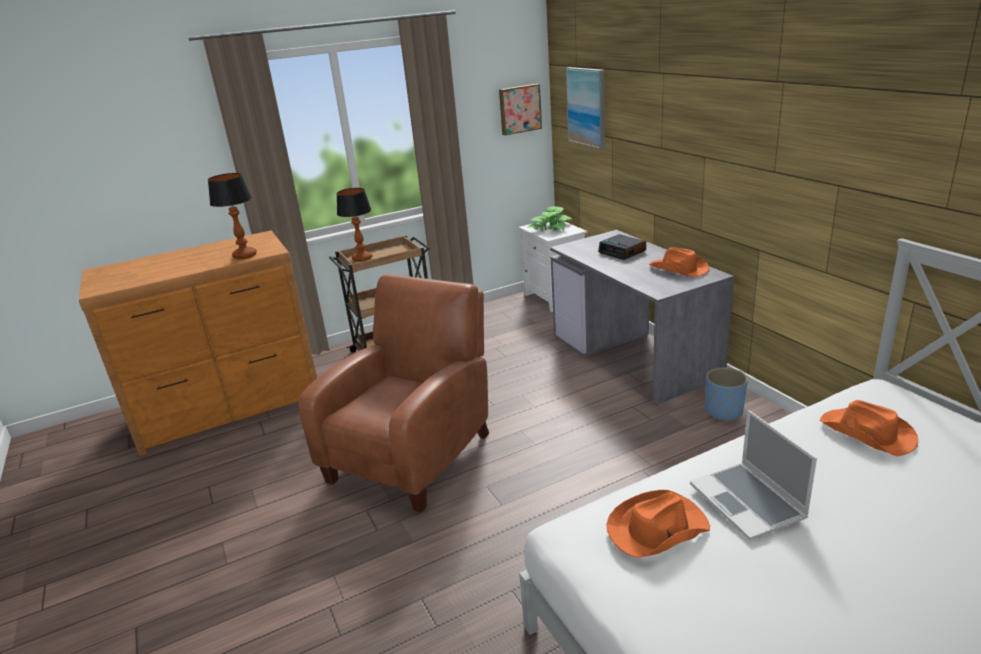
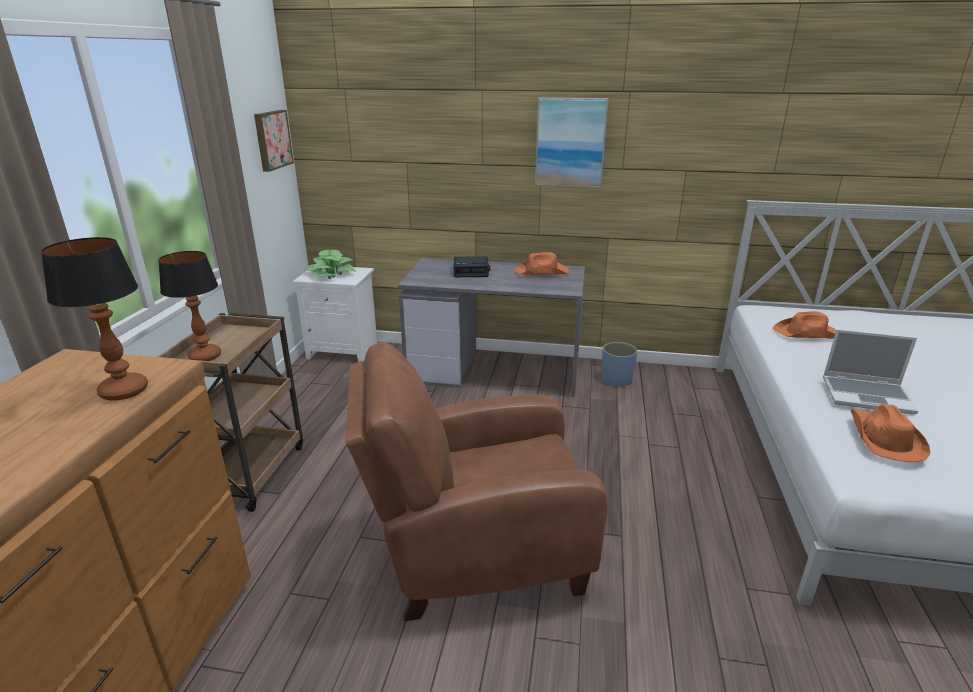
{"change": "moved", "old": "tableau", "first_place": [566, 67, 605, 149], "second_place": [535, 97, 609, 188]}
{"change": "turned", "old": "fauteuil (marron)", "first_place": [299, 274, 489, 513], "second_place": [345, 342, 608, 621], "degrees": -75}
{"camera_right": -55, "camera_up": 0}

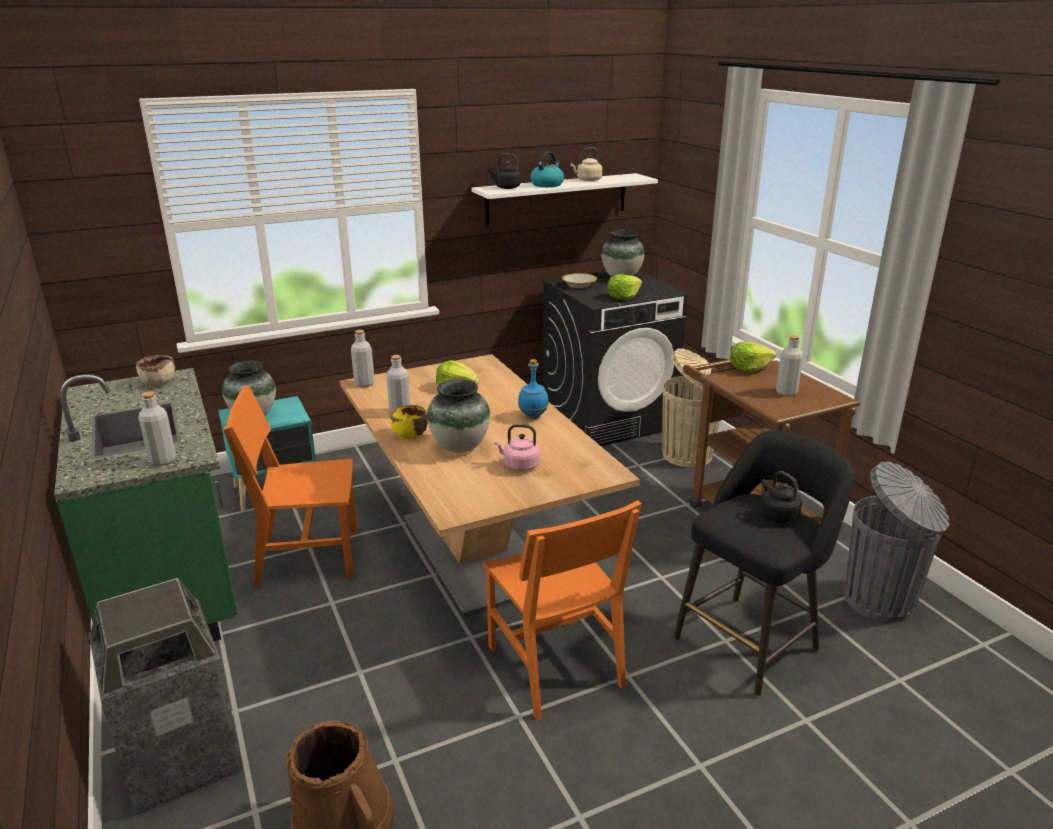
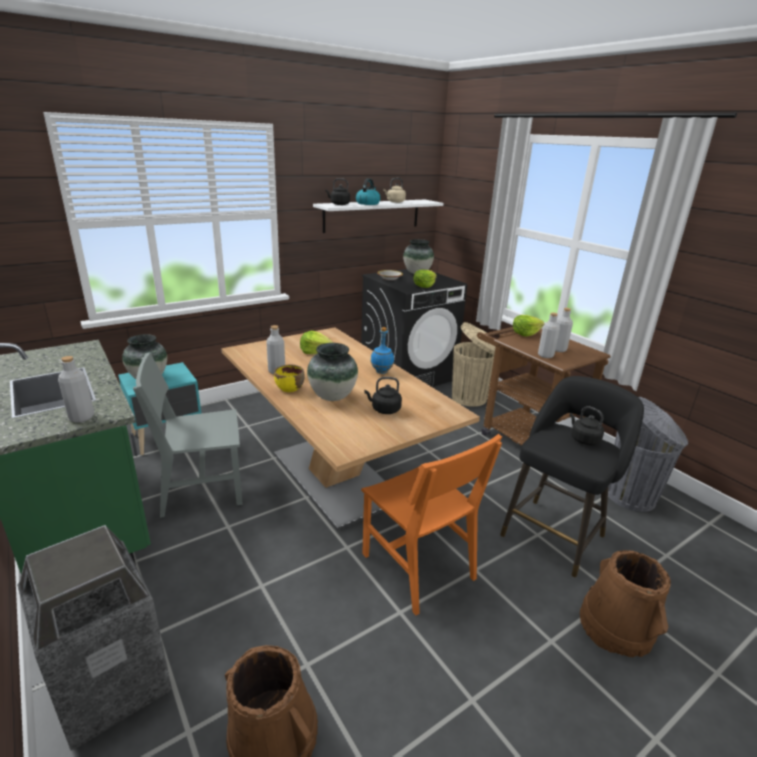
{"change": "removed", "old": "bol (beige)", "first_place": [136, 355, 175, 387]}
{"change": "added", "new": "seau (marron)", "second_place": [579, 550, 671, 658]}
{"change": "moved", "old": "bouteille (gris)", "first_place": [351, 330, 375, 387], "second_place": [538, 313, 560, 358]}
{"change": "recoloured", "old": "chaise (orange)", "new": "chaise (gris)", "first_place": [223, 386, 357, 587], "second_place": [133, 353, 243, 518]}
{"change": "recoloured", "old": "bouilloire (rose)", "new": "bouilloire (noir)", "first_place": [494, 424, 540, 471], "second_place": [364, 377, 402, 414]}
{"camera_right": -10, "camera_up": 0}

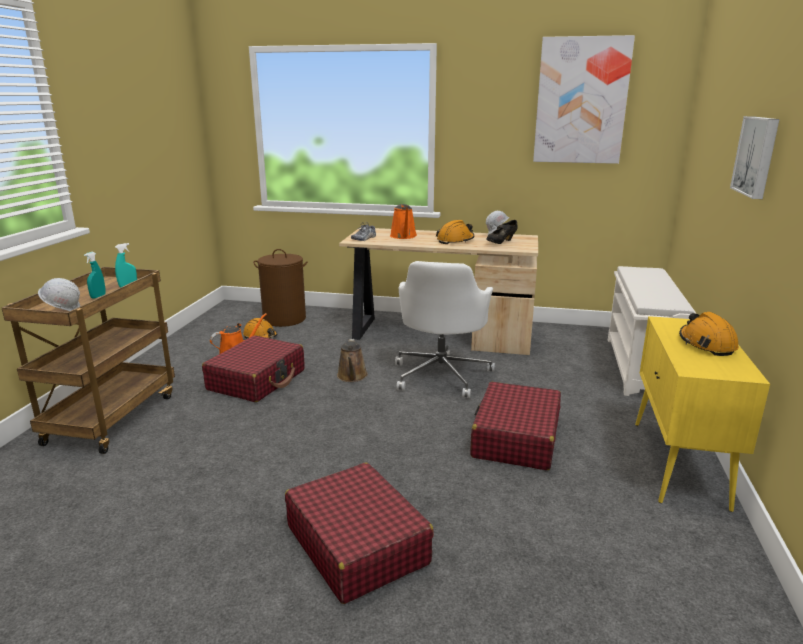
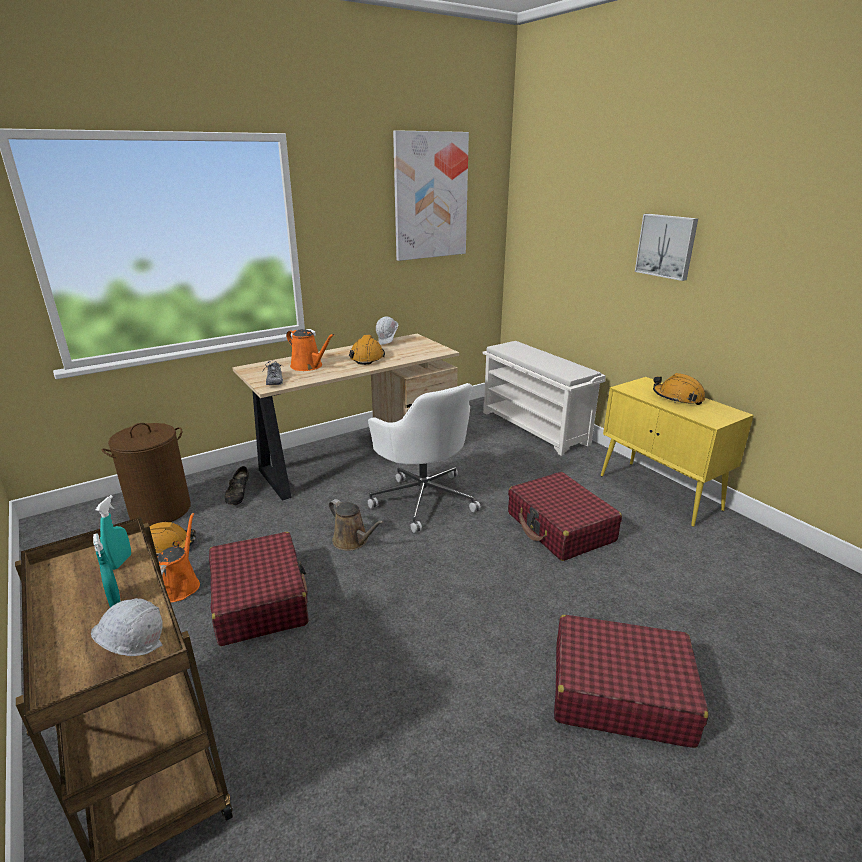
{"change": "moved", "old": "chaussure (noir)", "first_place": [486, 220, 518, 244], "second_place": [225, 466, 249, 505]}
{"camera_right": -45, "camera_up": 5}

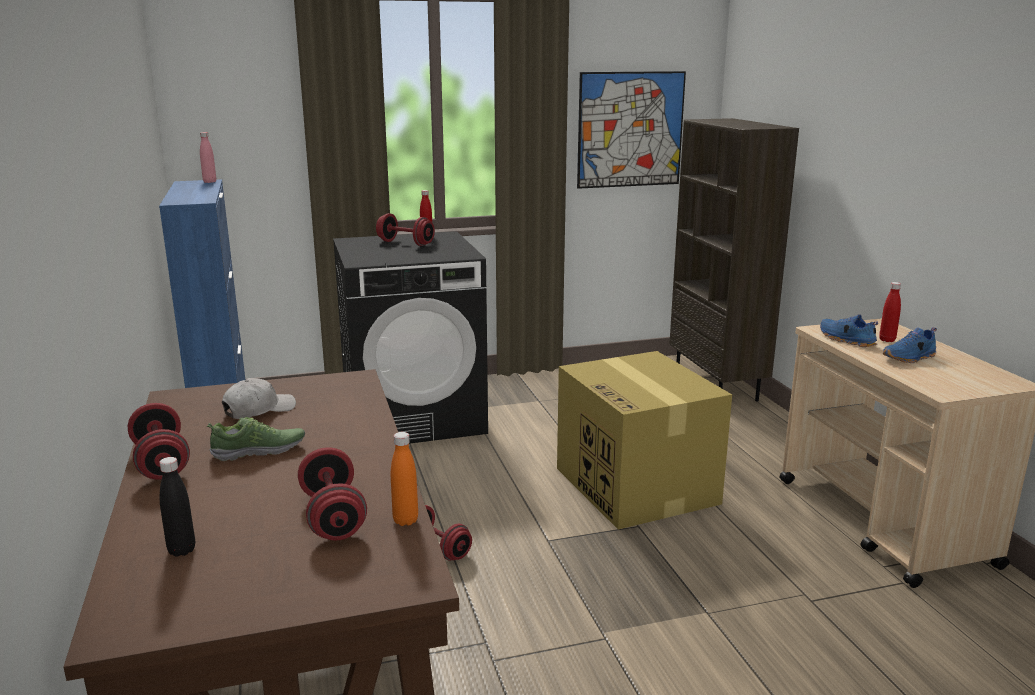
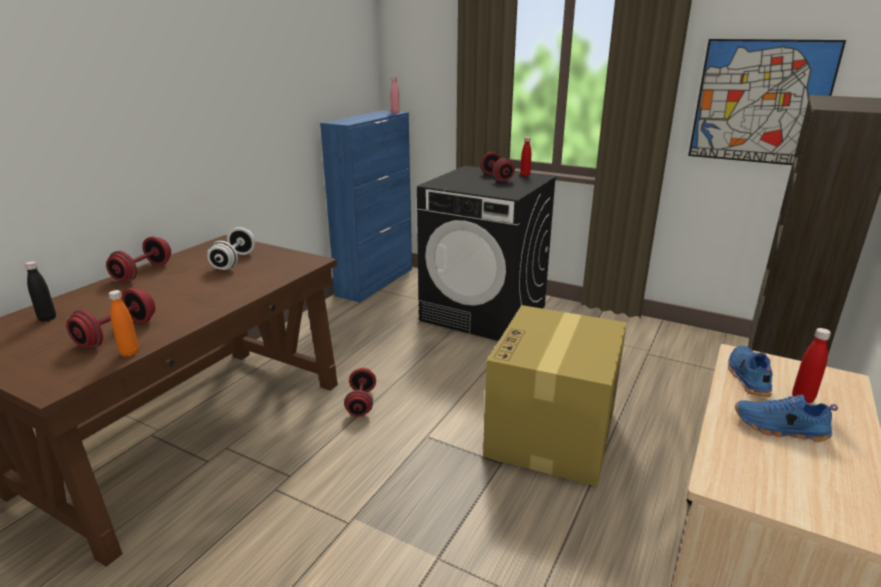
{"change": "removed", "old": "chaussure", "first_place": [207, 417, 305, 461]}
{"change": "replaced", "old": "casquette (blanc)", "new": "haltère (blanc)", "first_place": [222, 378, 296, 419], "second_place": [207, 227, 255, 270]}
{"camera_right": 45, "camera_up": 5}

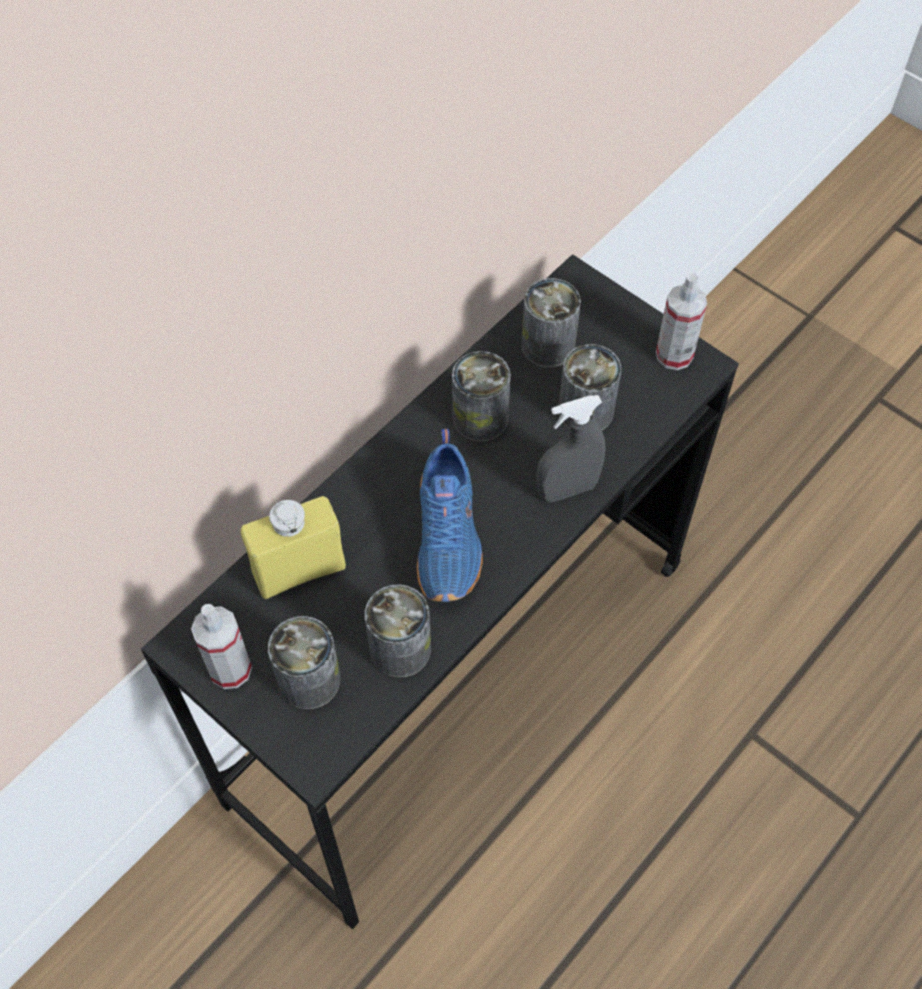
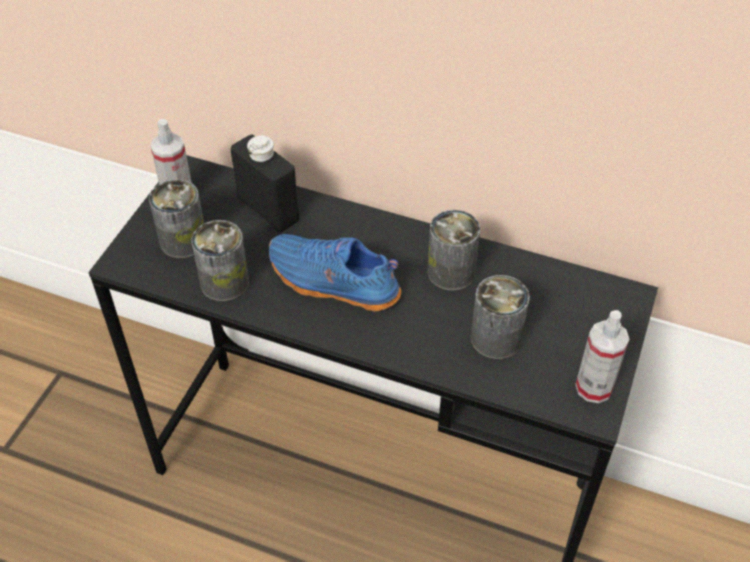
{"change": "removed", "old": "boîte métallique", "first_place": [521, 278, 581, 368]}
{"change": "removed", "old": "vaporisateur (gris)", "first_place": [536, 395, 606, 502]}
{"change": "recoloured", "old": "bouteille (jaune)", "new": "bouteille (noir)", "first_place": [241, 496, 346, 599], "second_place": [230, 134, 299, 232]}
{"change": "turned", "old": "chaussure (bleu)", "first_place": [417, 429, 483, 602], "second_place": [269, 234, 401, 311], "degrees": 45}
{"camera_right": 70, "camera_up": -10}

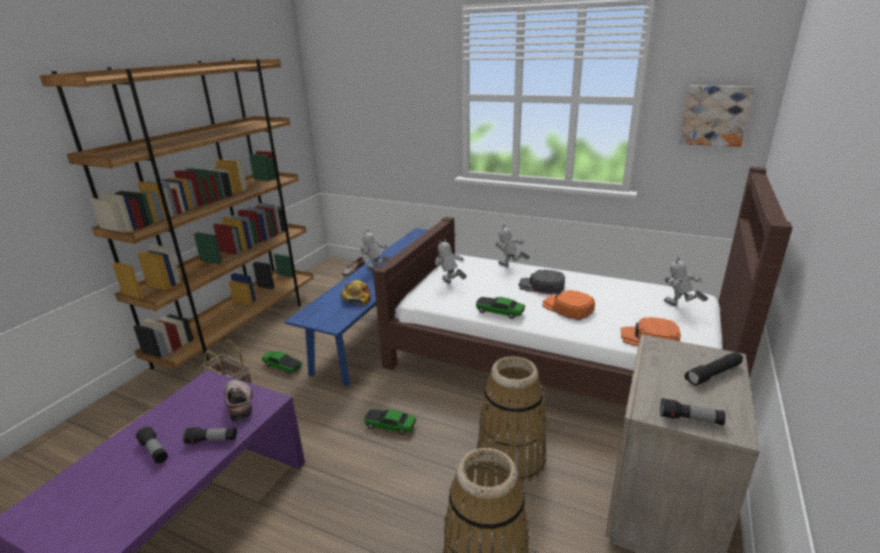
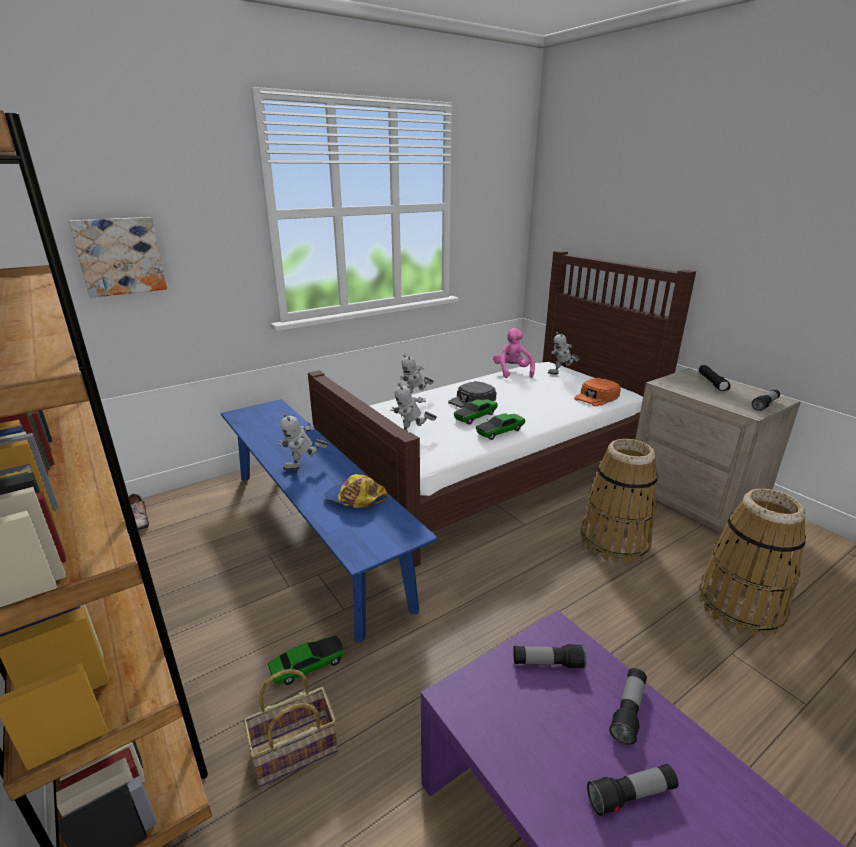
{"change": "removed", "old": "casquette (orange)", "first_place": [542, 290, 595, 321]}
{"change": "added", "new": "peluche (rose)", "second_place": [493, 328, 535, 378]}
{"change": "moved", "old": "petite voiture", "first_place": [364, 408, 416, 435], "second_place": [454, 399, 498, 425]}
{"change": "moved", "old": "tableau", "first_place": [679, 85, 754, 147], "second_place": [69, 217, 167, 298]}
{"change": "replaced", "old": "chaussure", "new": "lampe de poche", "first_place": [225, 380, 252, 422], "second_place": [513, 644, 586, 669]}
{"camera_right": -60, "camera_up": 0}

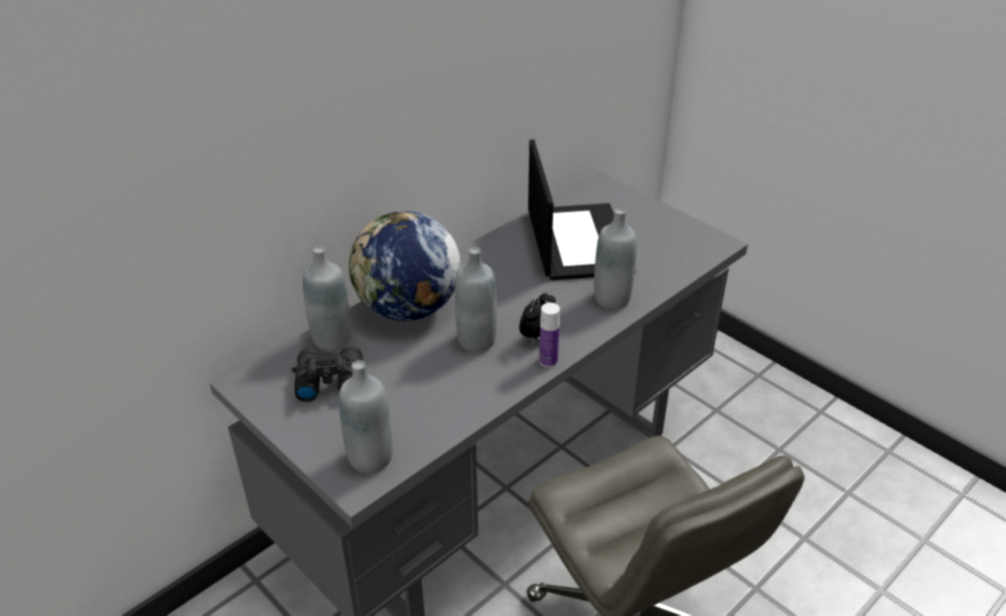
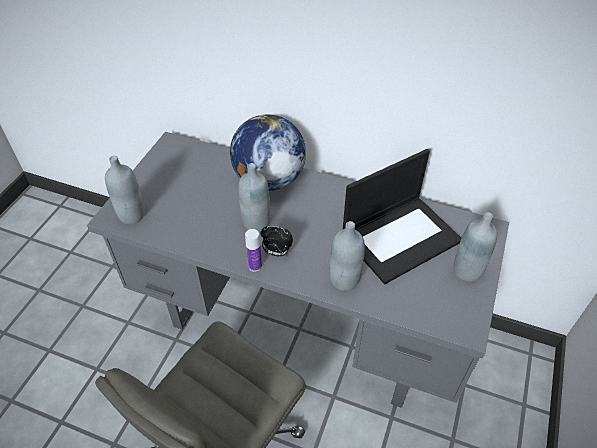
{"change": "removed", "old": "jumelles (noir)", "first_place": [292, 345, 366, 402]}
{"change": "moved", "old": "bouteille (gris)", "first_place": [303, 246, 351, 351], "second_place": [454, 212, 497, 281]}
{"camera_right": 65, "camera_up": 10}

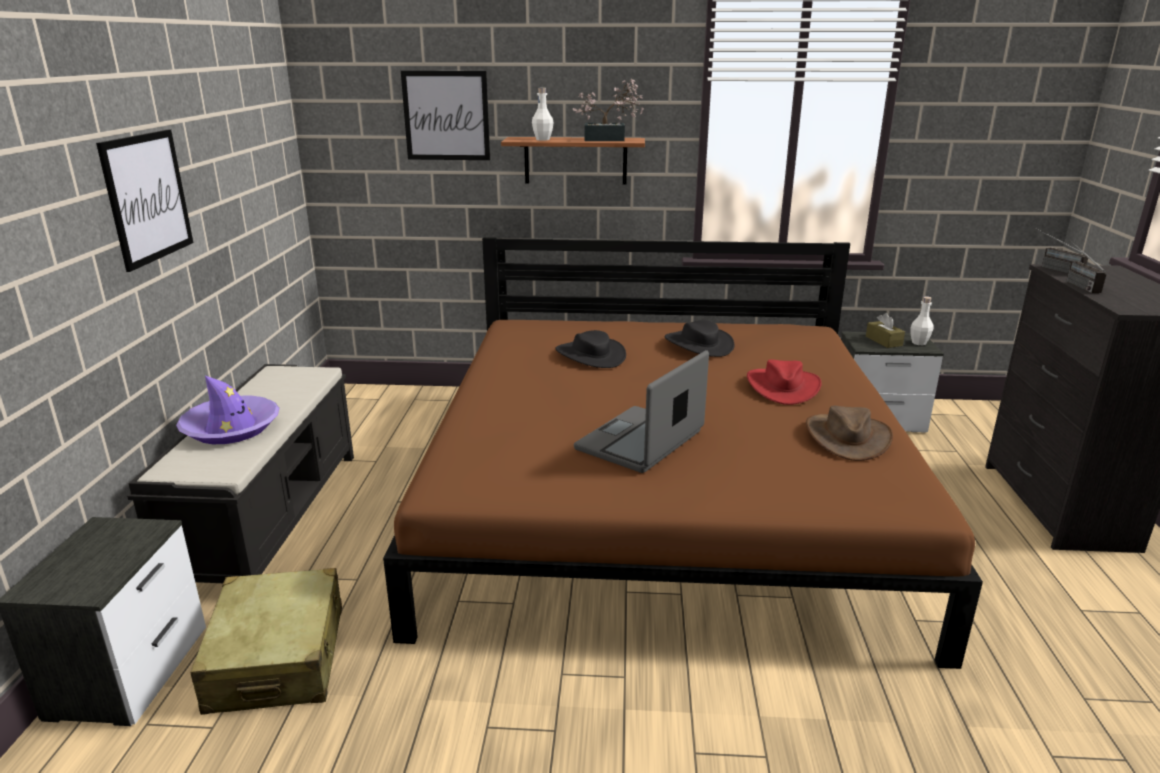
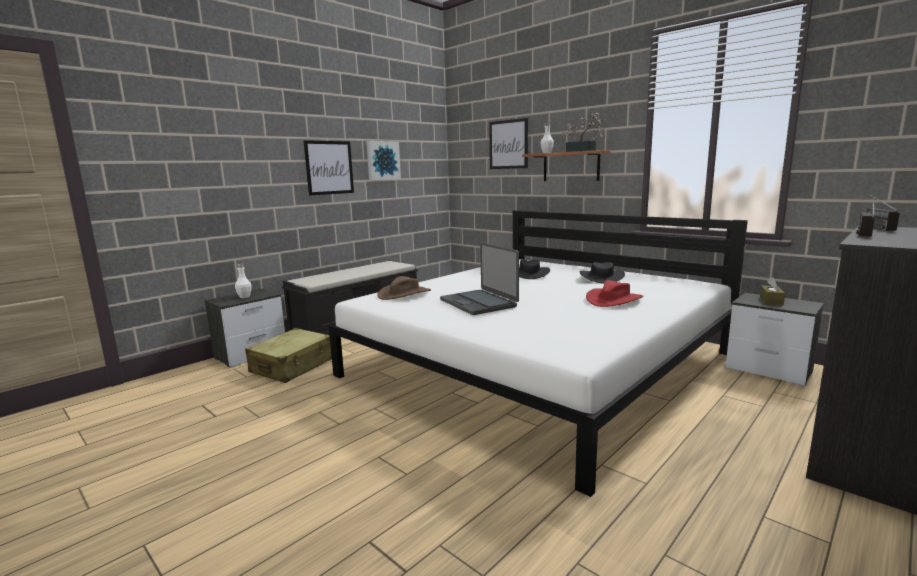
{"change": "removed", "old": "chapeau (violet)", "first_place": [176, 376, 279, 444]}
{"change": "added", "new": "tableau", "second_place": [366, 141, 401, 180]}
{"change": "moved", "old": "chapeau (marron)", "first_place": [806, 406, 893, 461], "second_place": [377, 276, 431, 300]}
{"change": "moved", "old": "bouteille (blanc)", "first_place": [910, 296, 933, 345], "second_place": [235, 264, 252, 298]}
{"change": "recoloured", "old": "lit (marron)", "new": "lit (blanc)", "first_place": [383, 237, 983, 669], "second_place": [329, 210, 748, 497]}
{"change": "turned", "old": "ordinateur portable", "first_place": [574, 350, 709, 473], "second_place": [440, 243, 519, 315], "degrees": -105}
{"camera_right": 40, "camera_up": -10}

